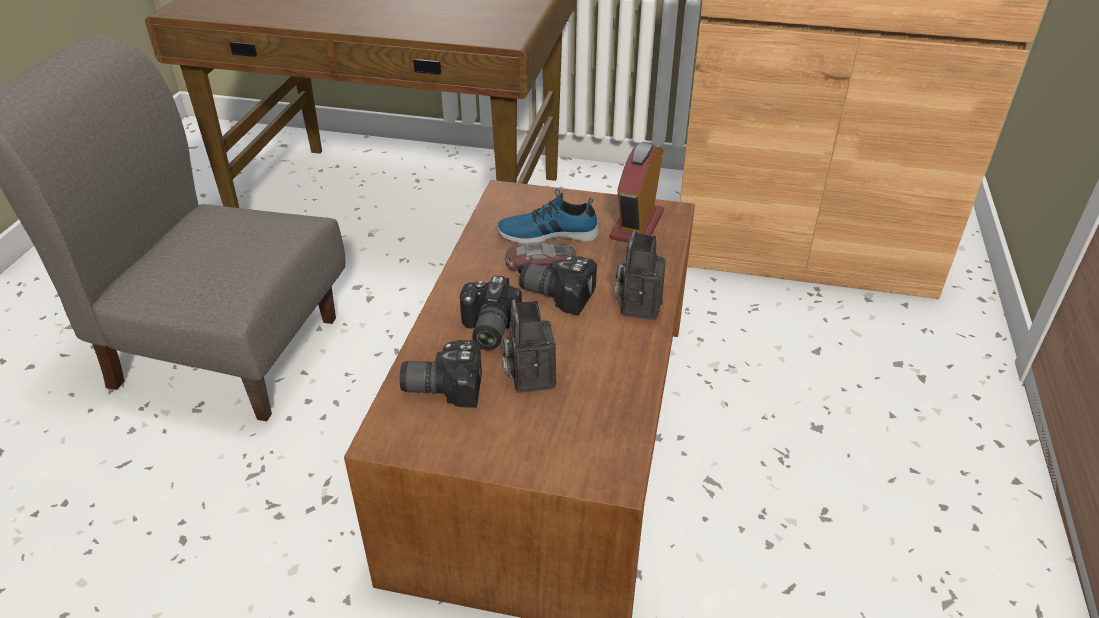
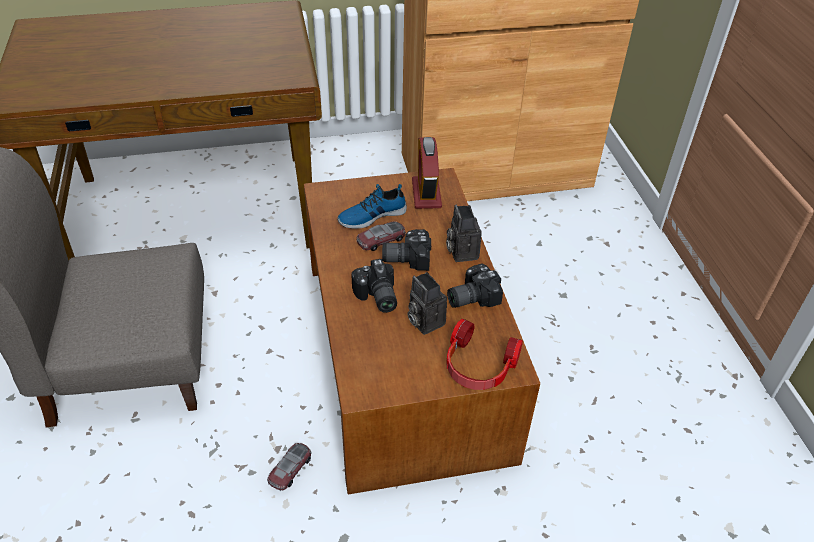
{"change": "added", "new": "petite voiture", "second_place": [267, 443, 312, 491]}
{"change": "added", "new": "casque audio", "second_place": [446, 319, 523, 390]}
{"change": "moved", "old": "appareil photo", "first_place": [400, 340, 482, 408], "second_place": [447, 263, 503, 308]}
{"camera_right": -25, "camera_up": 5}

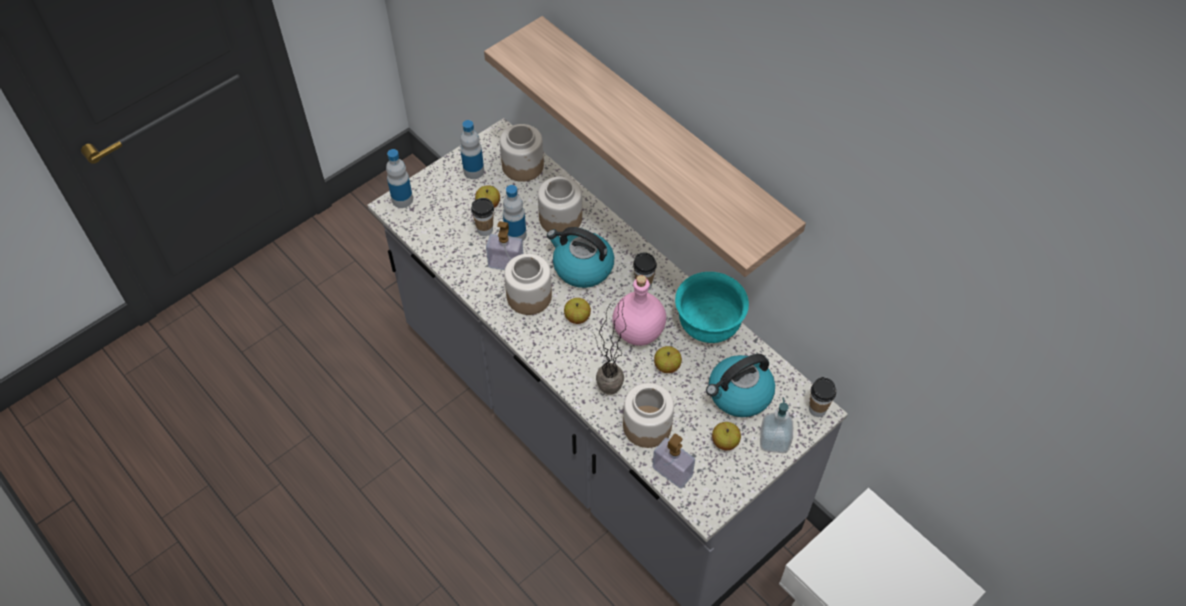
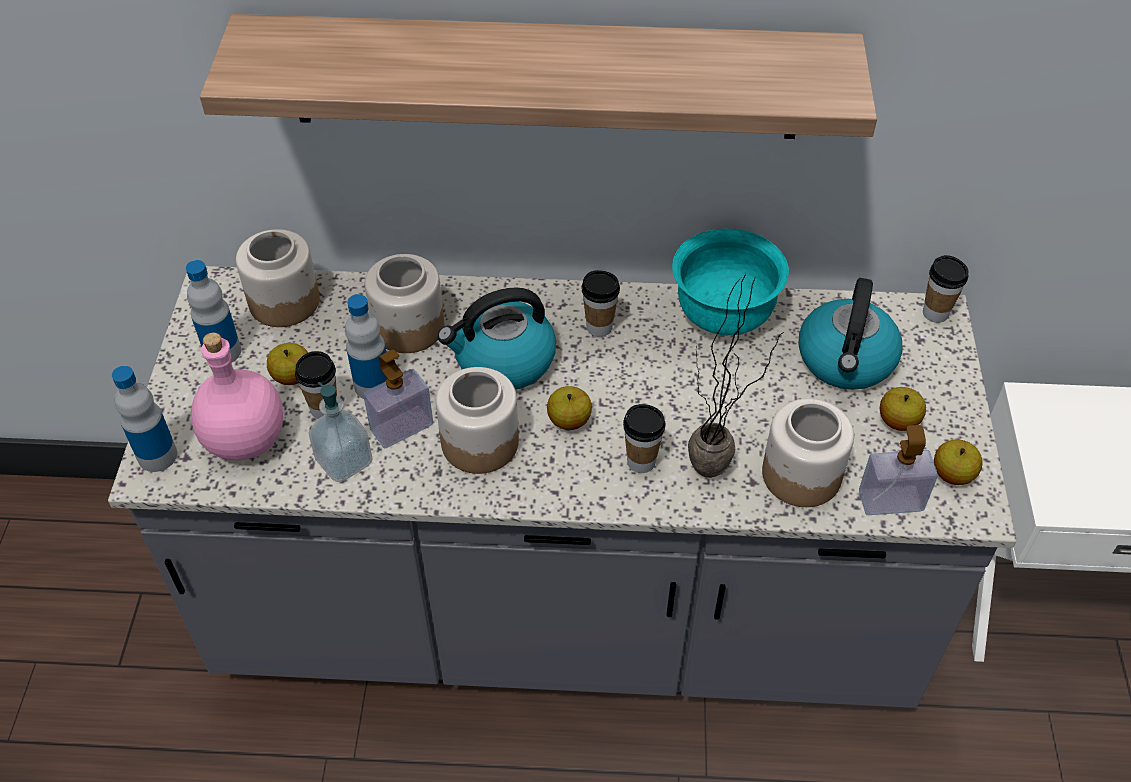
{"change": "added", "new": "tasse", "second_place": [623, 404, 666, 473]}
{"change": "moved", "old": "bouteille (rose)", "first_place": [612, 275, 666, 346], "second_place": [191, 332, 283, 460]}
{"change": "moved", "old": "pomme", "first_place": [654, 346, 682, 373], "second_place": [934, 439, 983, 485]}
{"change": "moved", "old": "distributeur de savon", "first_place": [760, 398, 793, 453], "second_place": [309, 382, 373, 482]}
{"camera_right": -45, "camera_up": -5}

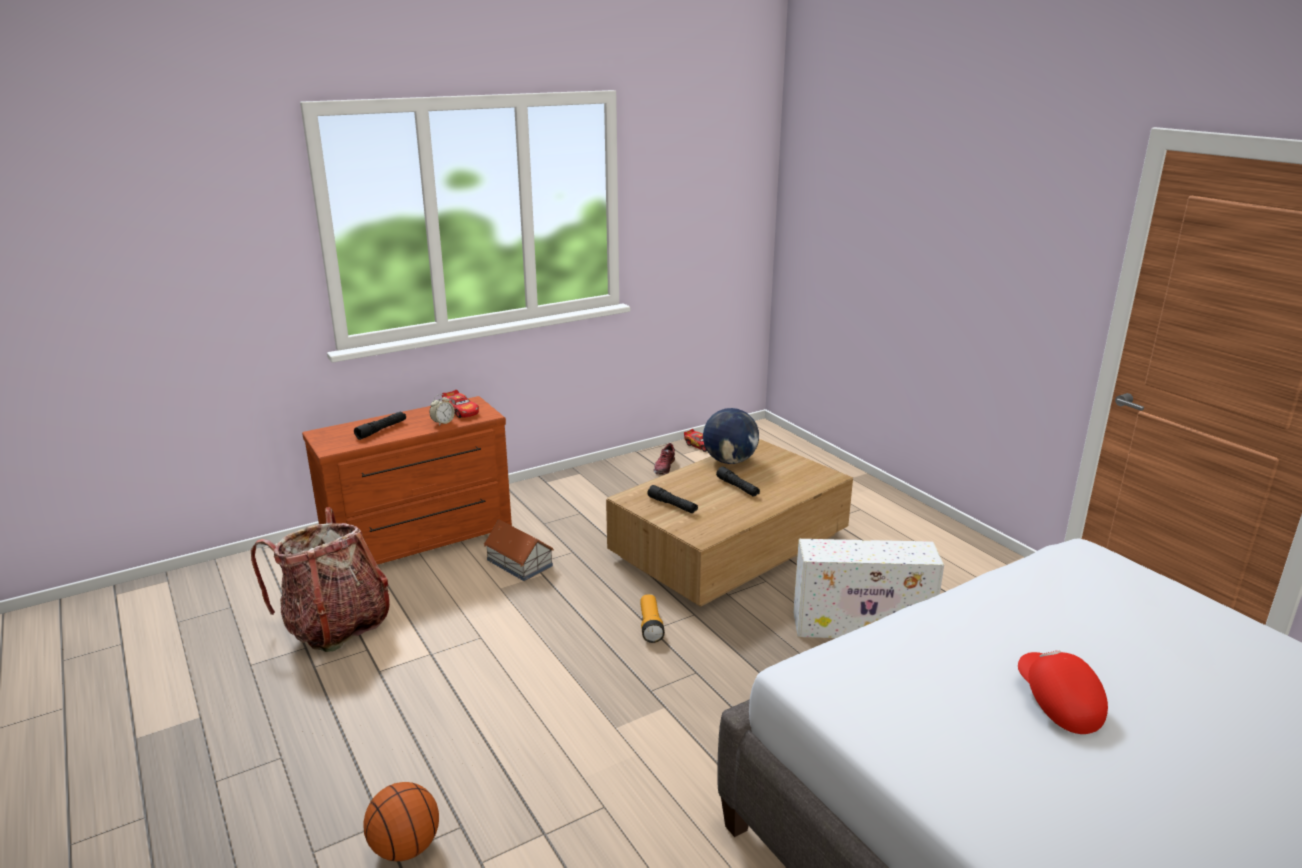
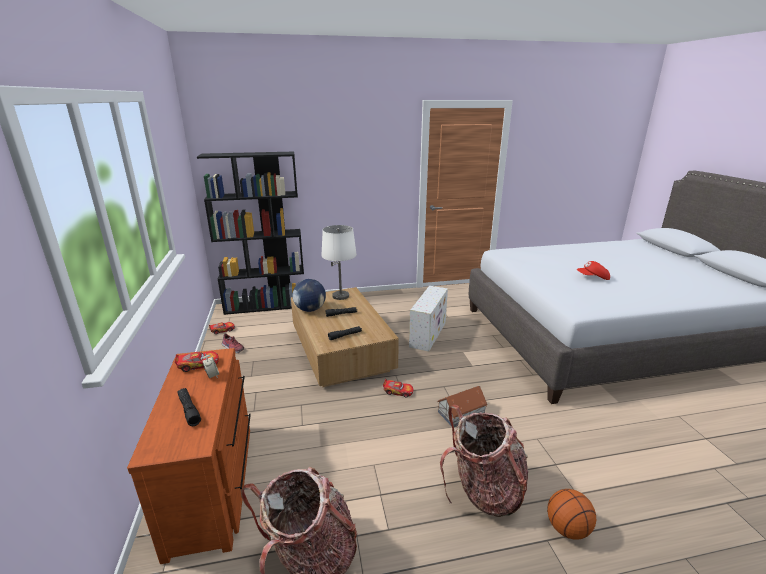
{"change": "added", "new": "bibliothèque (noir)", "second_place": [197, 152, 304, 315]}
{"change": "added", "new": "lampe de table (blanc)", "second_place": [321, 225, 357, 300]}
{"change": "added", "new": "sac à dos", "second_place": [440, 405, 528, 517]}
{"change": "moved", "old": "maison miniature", "first_place": [483, 519, 554, 581], "second_place": [437, 386, 488, 427]}
{"change": "replaced", "old": "lampe de poche", "new": "petite voiture", "first_place": [640, 594, 665, 643], "second_place": [383, 379, 413, 397]}
{"camera_right": -70, "camera_up": 0}

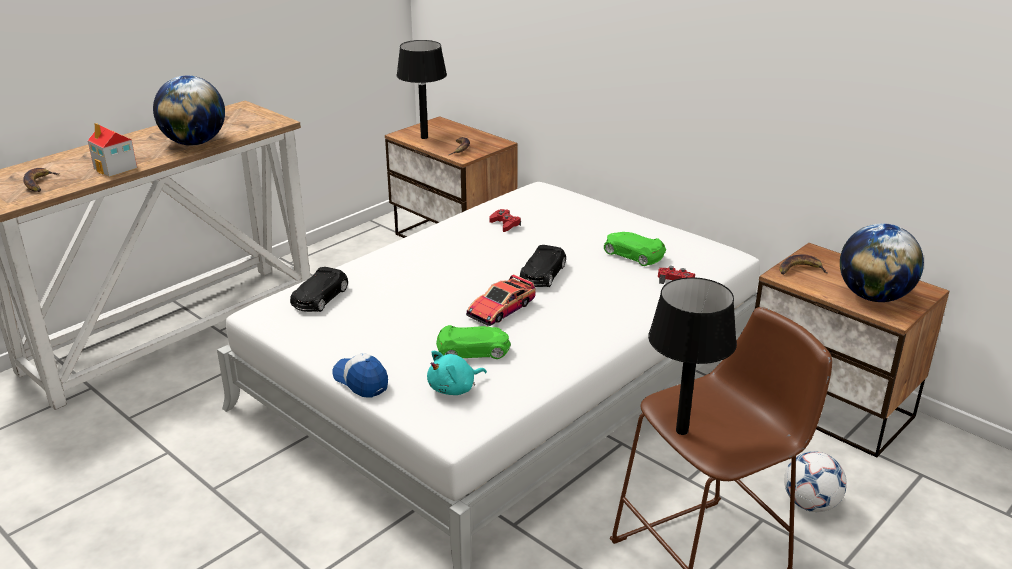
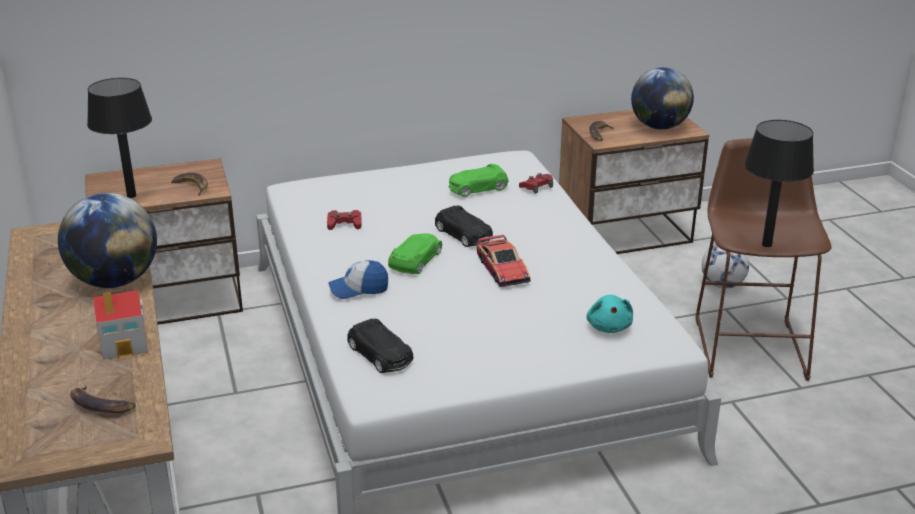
{"change": "moved", "old": "casquette", "first_place": [332, 353, 388, 398], "second_place": [328, 260, 388, 299]}
{"change": "moved", "old": "petite voiture (vert)", "first_place": [436, 325, 511, 359], "second_place": [388, 233, 442, 274]}
{"camera_right": -60, "camera_up": 0}

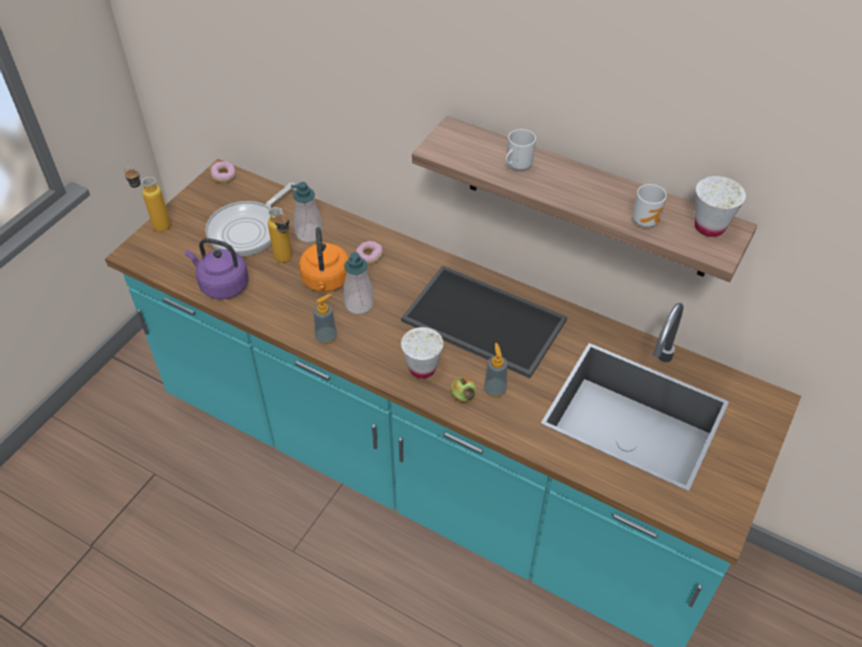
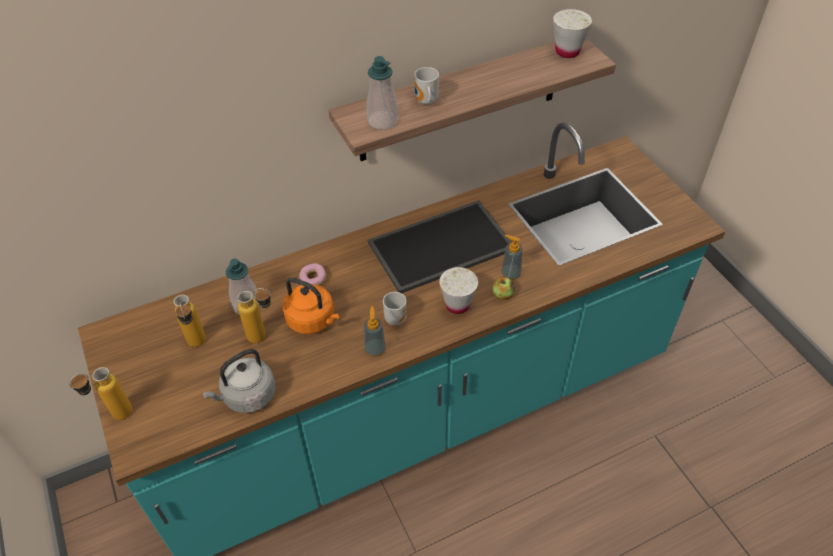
{"change": "removed", "old": "beignet", "first_place": [210, 161, 236, 183]}
{"change": "moved", "old": "distributeur de savon", "first_place": [344, 252, 374, 314], "second_place": [367, 56, 398, 130]}
{"change": "moved", "old": "mug", "first_place": [633, 184, 667, 228], "second_place": [383, 292, 407, 325]}
{"change": "replaced", "old": "poêle", "new": "bouteille", "first_place": [205, 182, 295, 256], "second_place": [174, 294, 206, 347]}
{"change": "recoloured", "old": "bouilloire (violet)", "new": "bouilloire (gris)", "first_place": [185, 238, 248, 299], "second_place": [202, 349, 276, 413]}
{"camera_right": -55, "camera_up": 0}

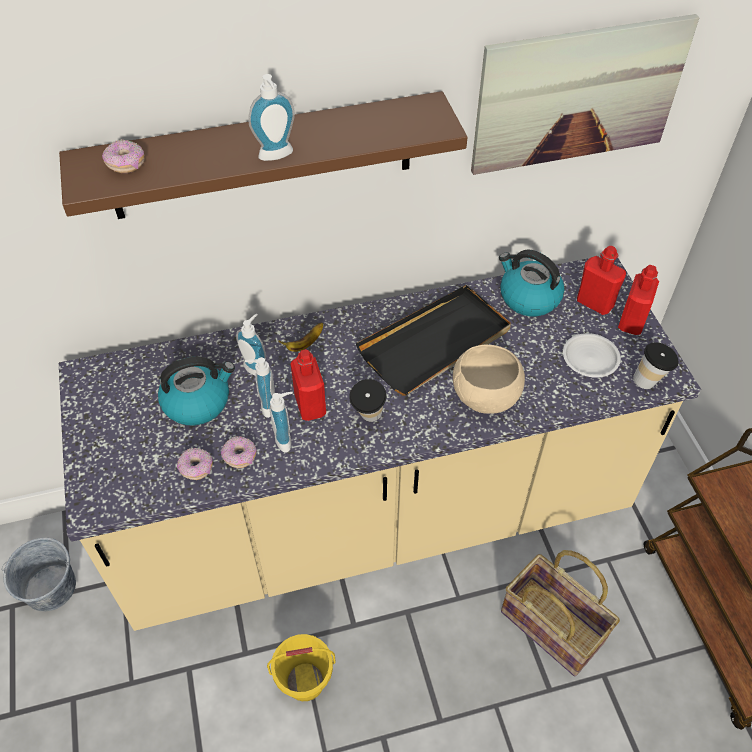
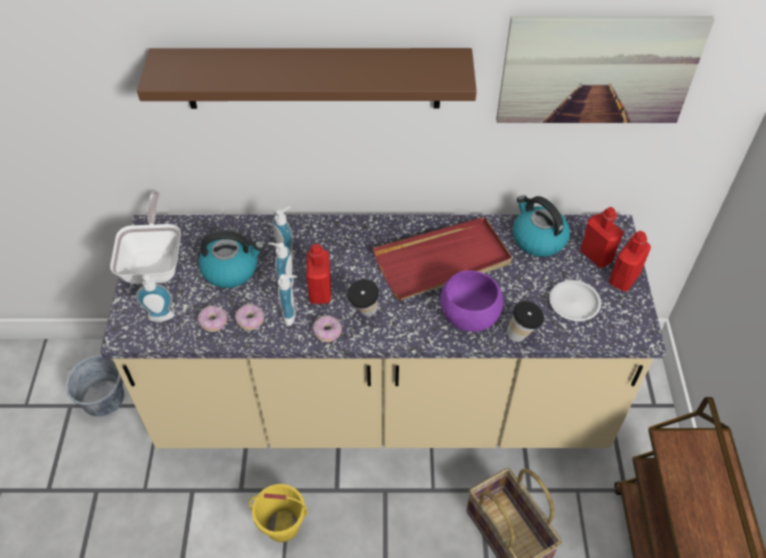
{"change": "removed", "old": "banane", "first_place": [279, 322, 323, 352]}
{"change": "added", "new": "poêle", "second_place": [110, 191, 181, 284]}
{"change": "moved", "old": "beignet", "first_place": [102, 139, 145, 173], "second_place": [312, 315, 342, 342]}
{"change": "moved", "old": "distributeur de savon", "first_place": [248, 74, 295, 161], "second_place": [136, 275, 174, 322]}
{"change": "moved", "old": "tasse", "first_place": [633, 342, 679, 389], "second_place": [507, 301, 544, 342]}
{"change": "recoloured", "old": "plateau (noir)", "new": "plateau (rouge)", "first_place": [356, 285, 511, 396], "second_place": [373, 217, 512, 300]}
{"change": "recoloured", "old": "bol (beige)", "new": "bol (violet)", "first_place": [453, 345, 525, 414], "second_place": [440, 271, 504, 332]}
{"camera_right": 15, "camera_up": 0}

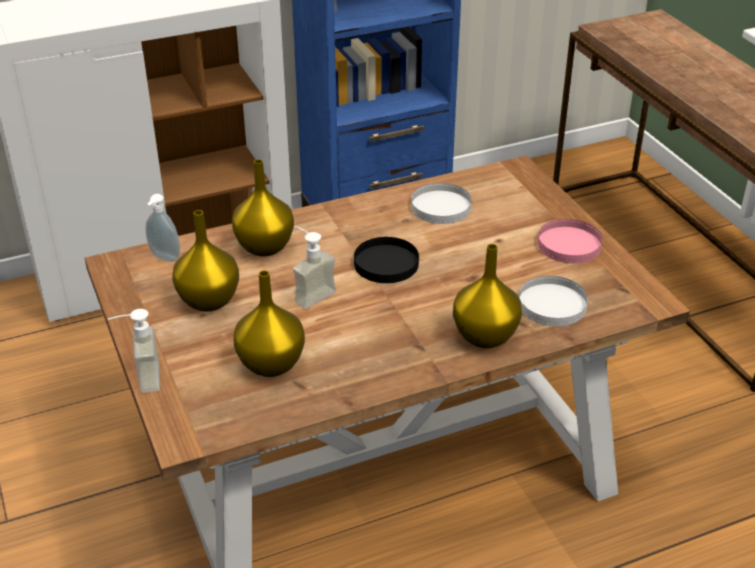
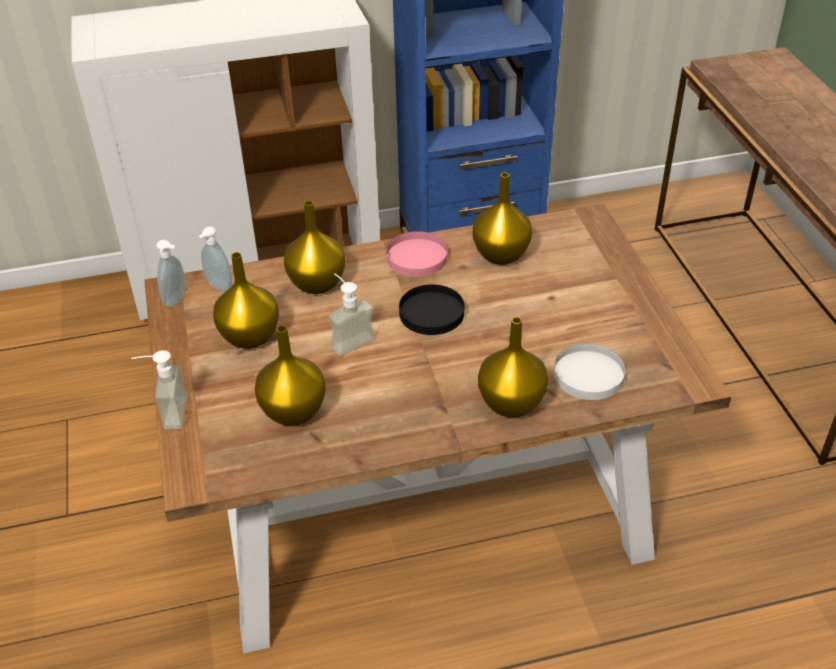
{"change": "added", "new": "distributeur de savon", "second_place": [156, 240, 186, 307]}
{"change": "moved", "old": "assiette (rose)", "first_place": [537, 219, 602, 263], "second_place": [386, 231, 448, 277]}
{"change": "replaced", "old": "assiette (blanc)", "new": "vase (jaune)", "first_place": [411, 183, 472, 224], "second_place": [473, 172, 532, 265]}
{"camera_right": 10, "camera_up": 5}

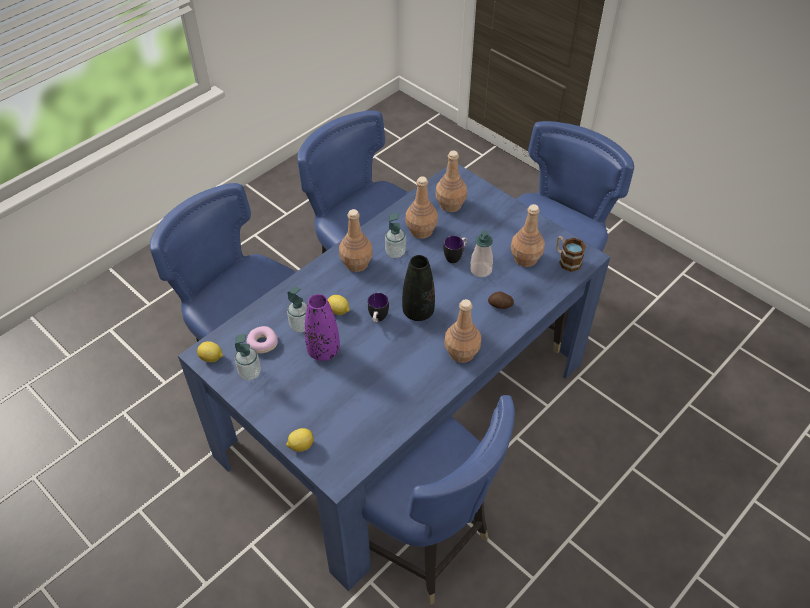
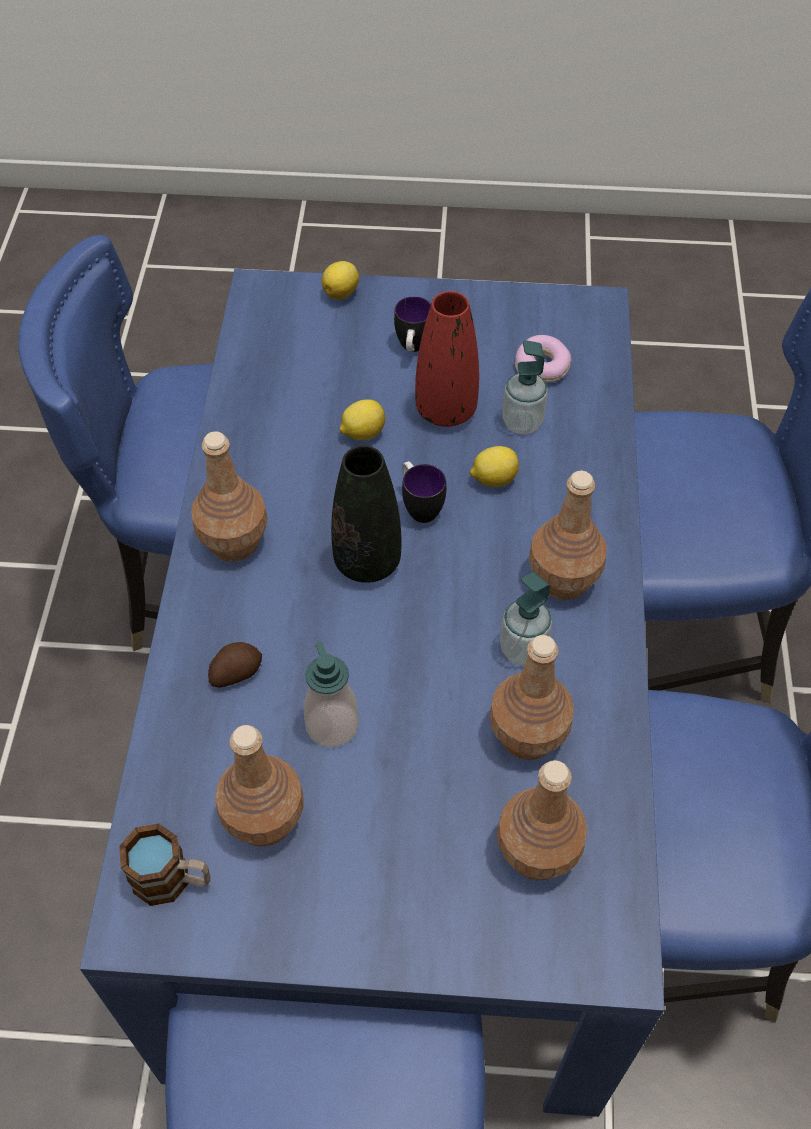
{"change": "removed", "old": "distributeur de savon", "first_place": [235, 334, 261, 380]}
{"change": "moved", "old": "citron", "first_place": [197, 341, 223, 362], "second_place": [340, 399, 385, 440]}
{"change": "moved", "old": "mug", "first_place": [443, 236, 467, 263], "second_place": [394, 296, 431, 352]}
{"change": "recoloured", "old": "vase (violet)", "new": "vase (rouge)", "first_place": [305, 294, 340, 361], "second_place": [415, 291, 479, 427]}
{"camera_right": 140, "camera_up": 5}

